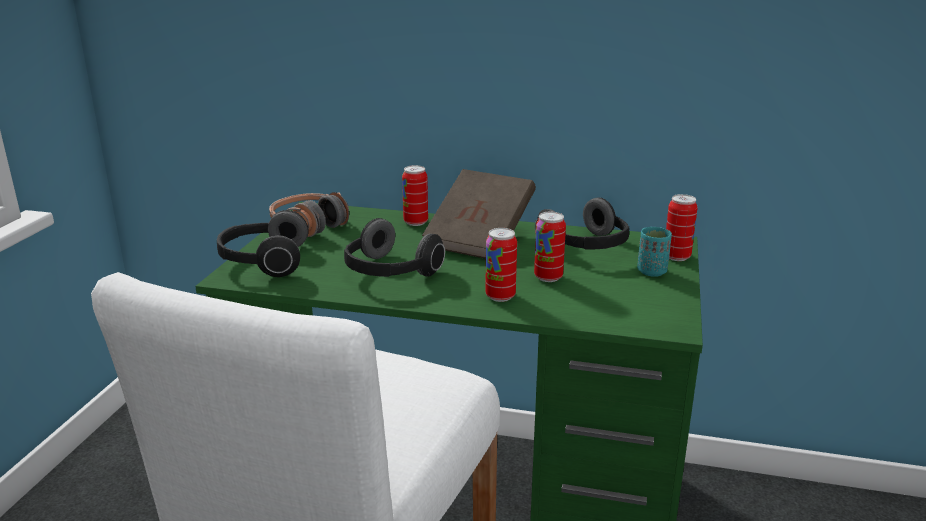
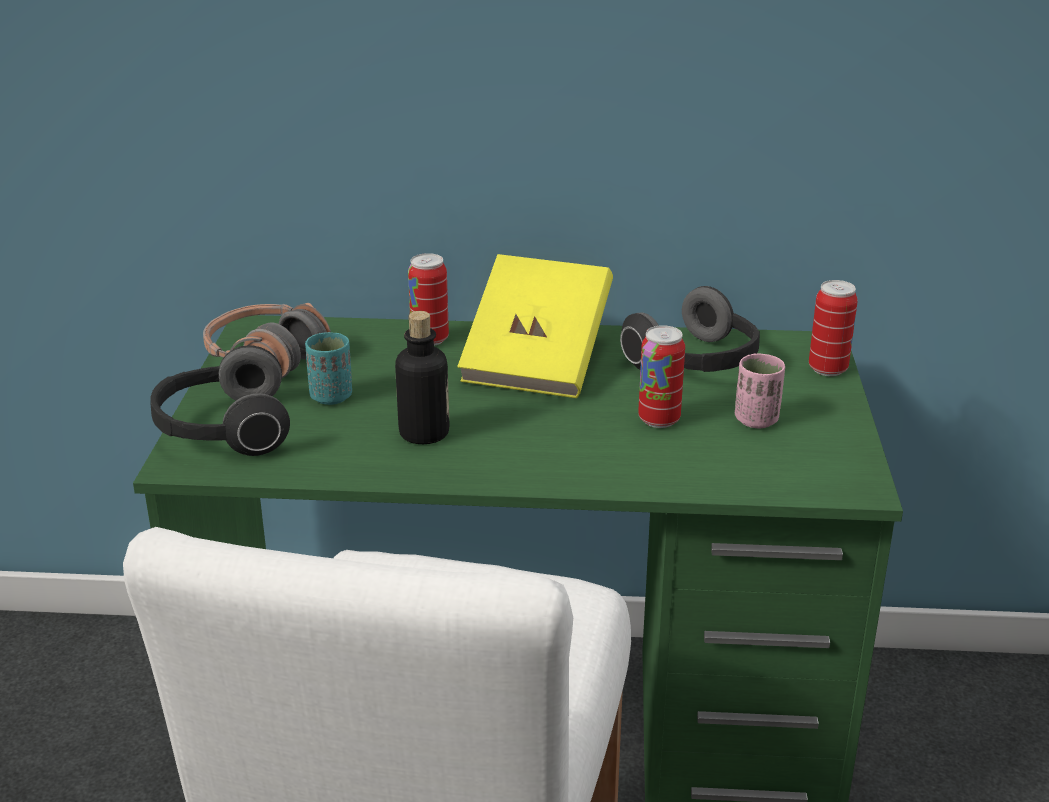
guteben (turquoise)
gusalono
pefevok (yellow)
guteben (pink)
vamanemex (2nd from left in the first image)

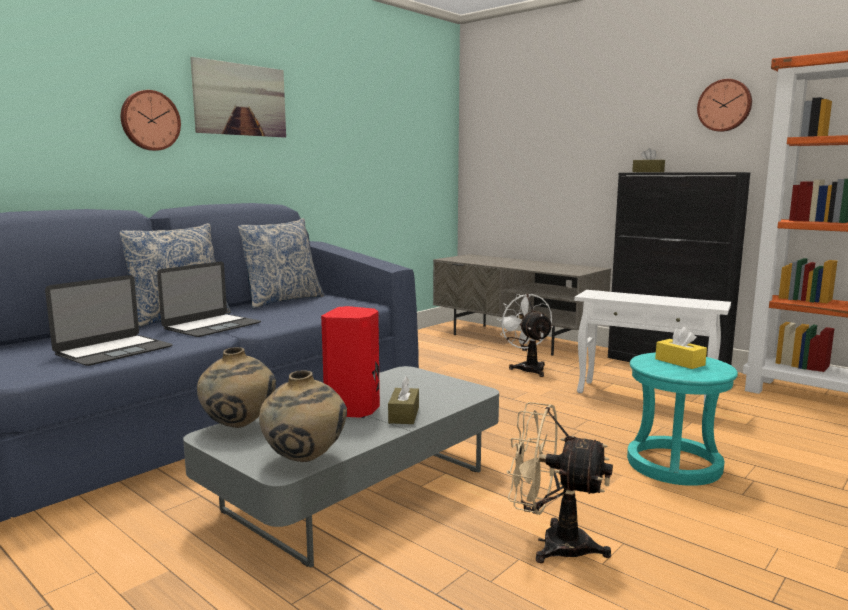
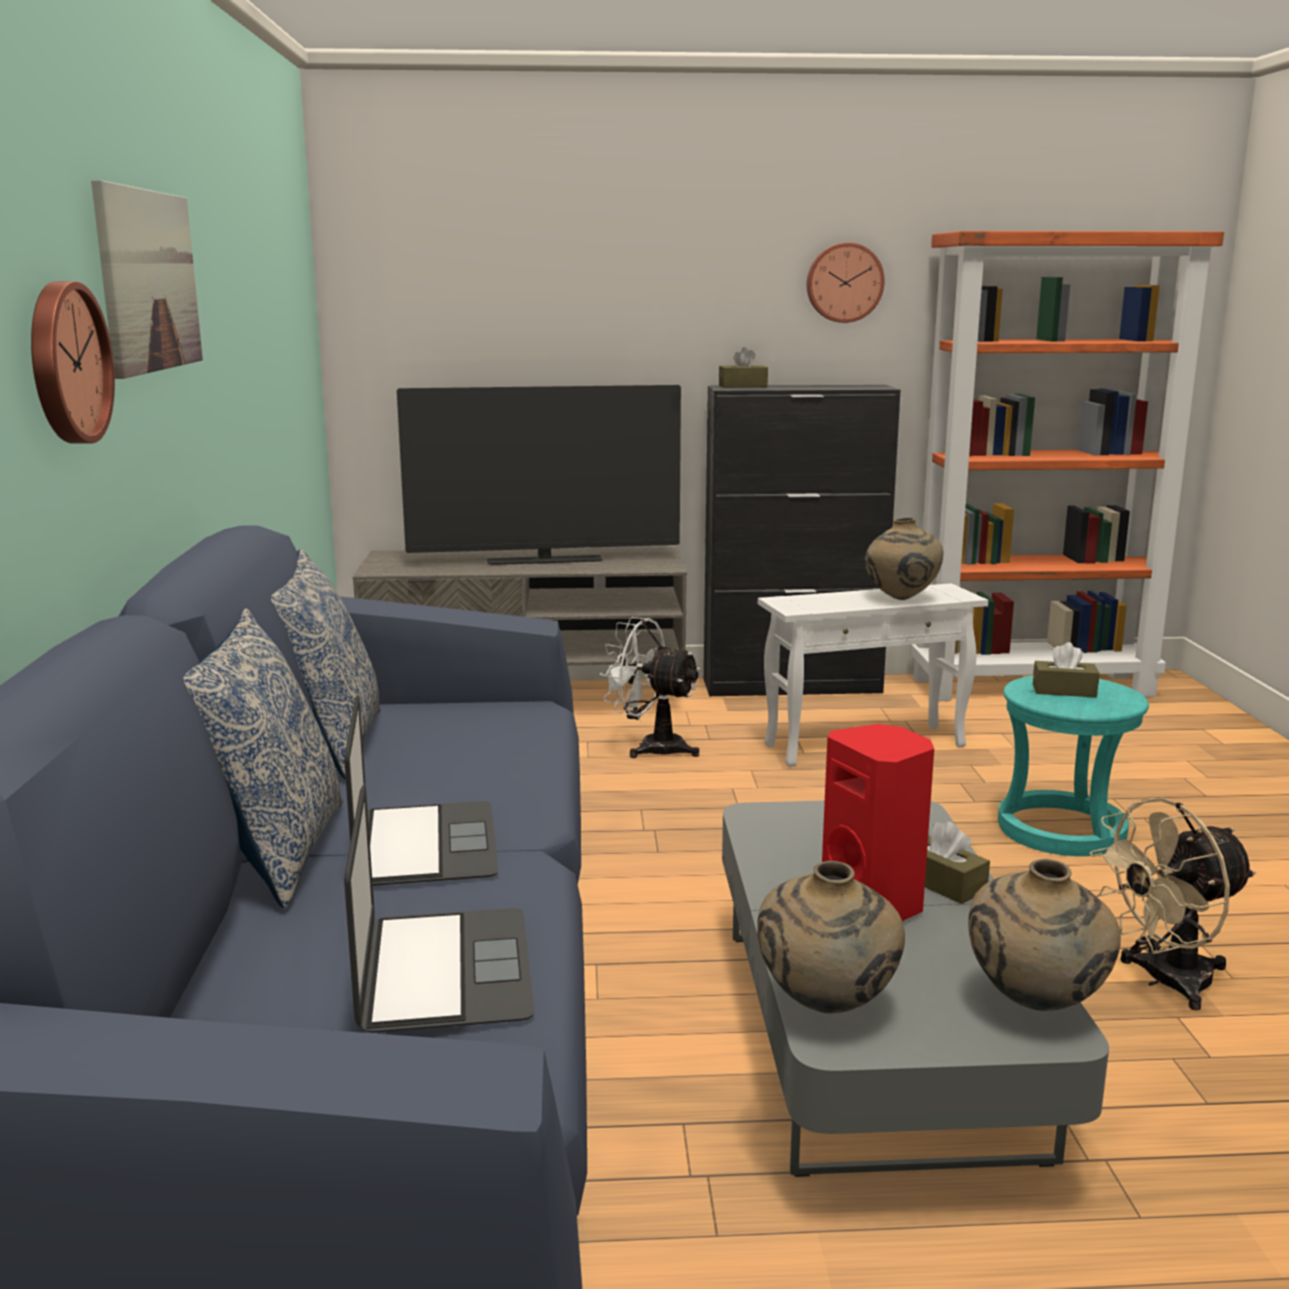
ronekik
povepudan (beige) (2nd from left)
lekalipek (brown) (3rd from left)

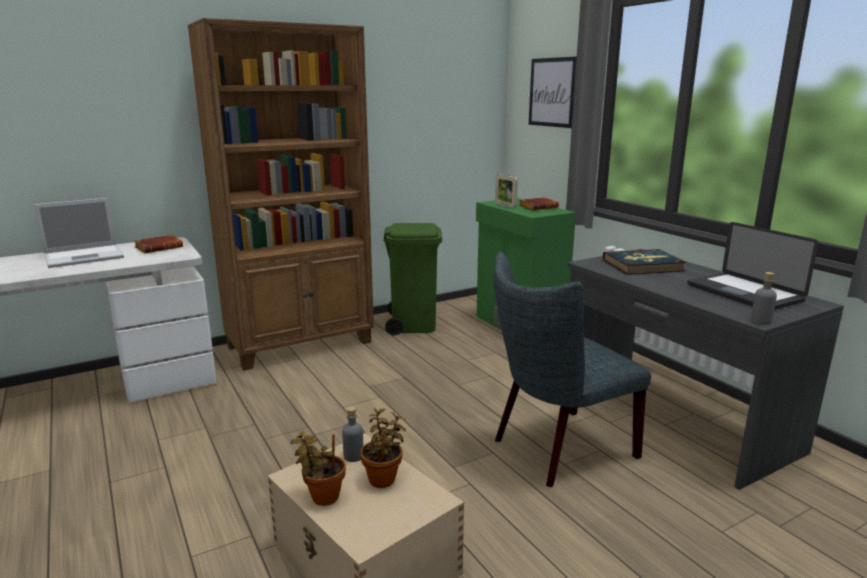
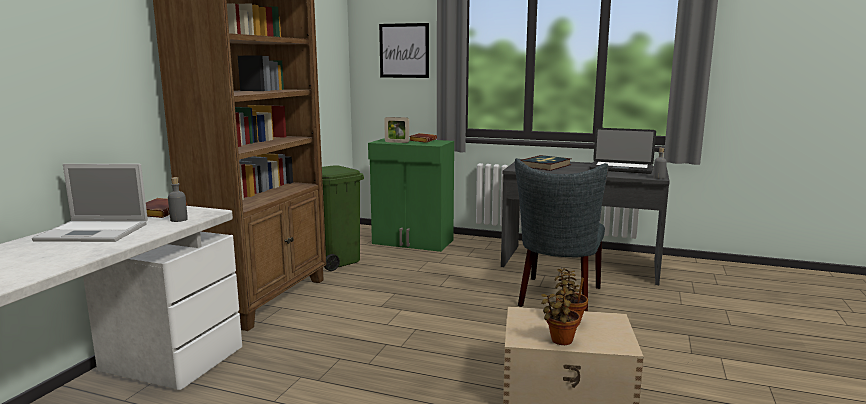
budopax (1st from left)
gusalono (grey) (1st from left)

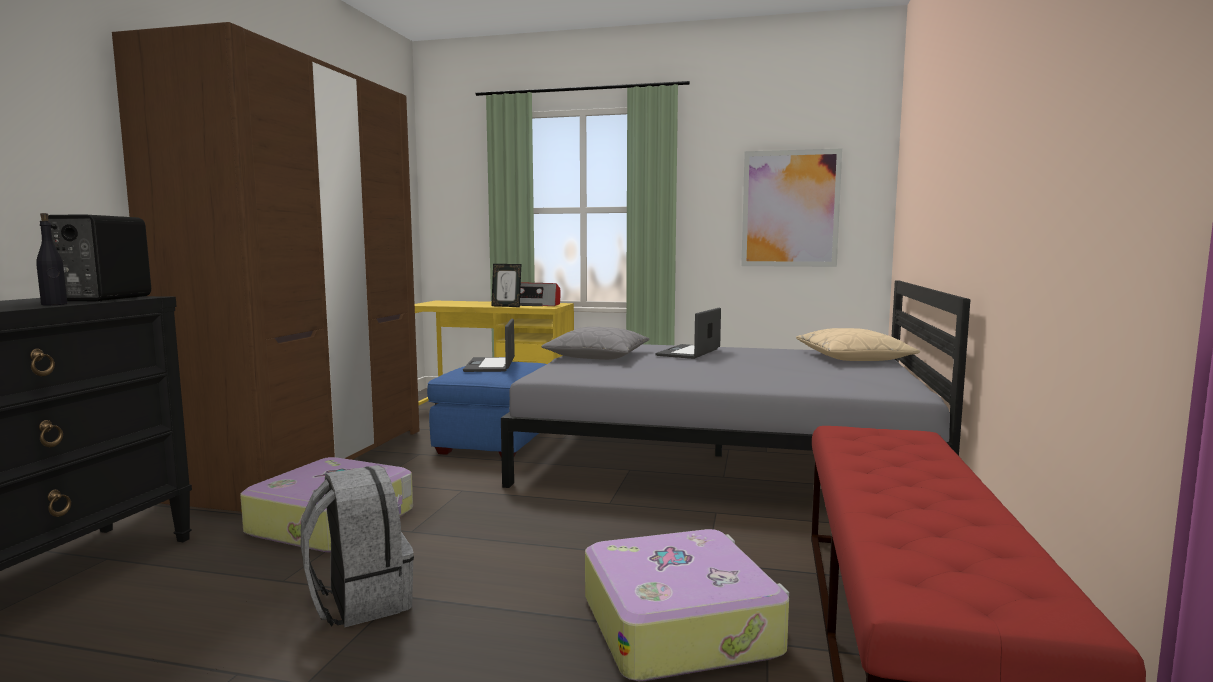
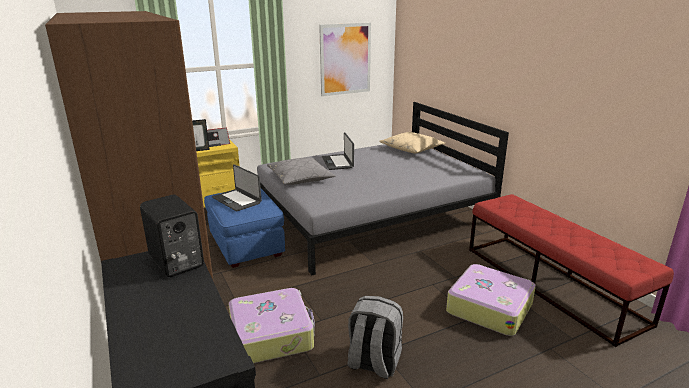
gusalono (black)

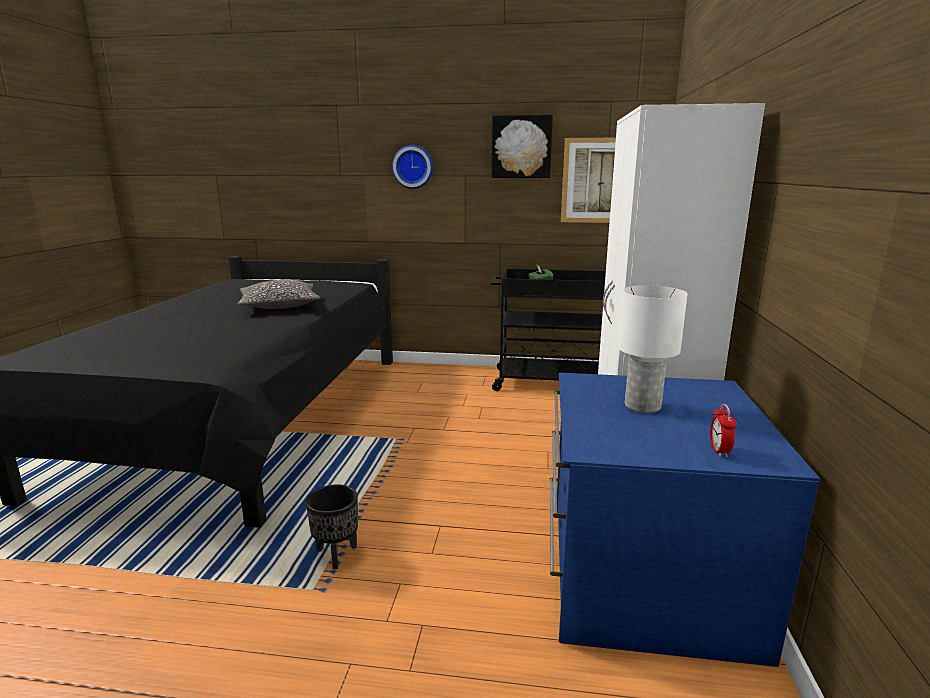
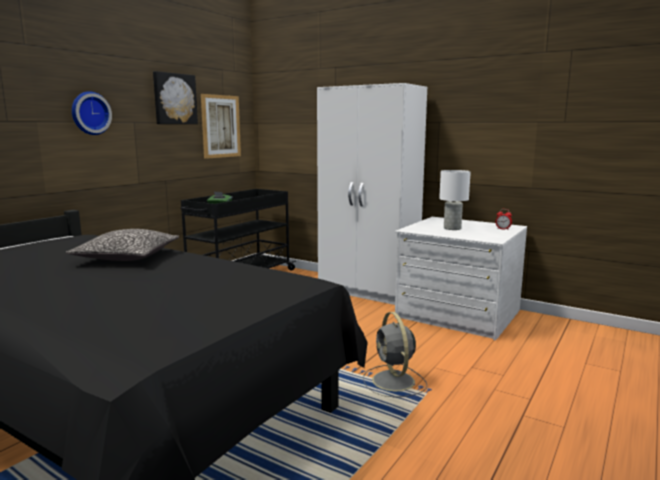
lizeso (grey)
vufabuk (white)

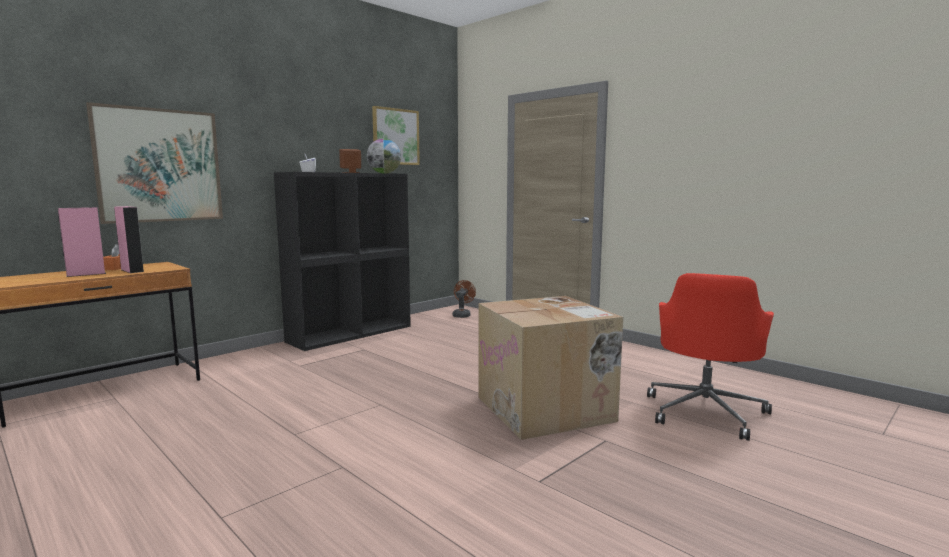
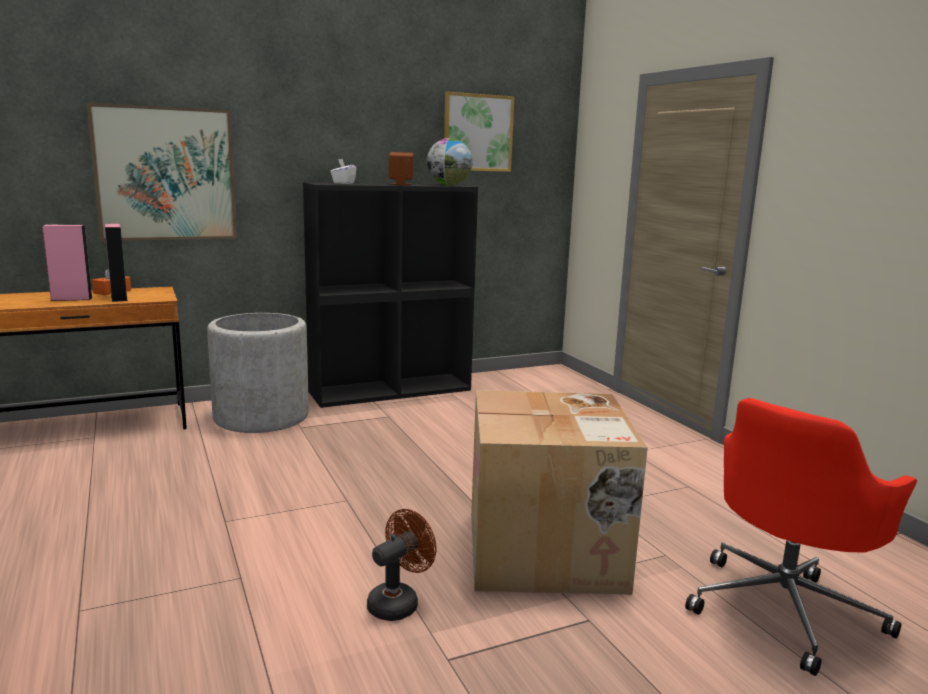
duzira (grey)
lizeso (brown)

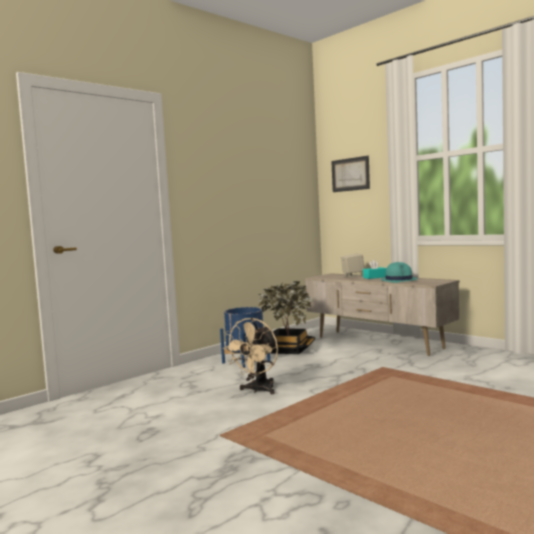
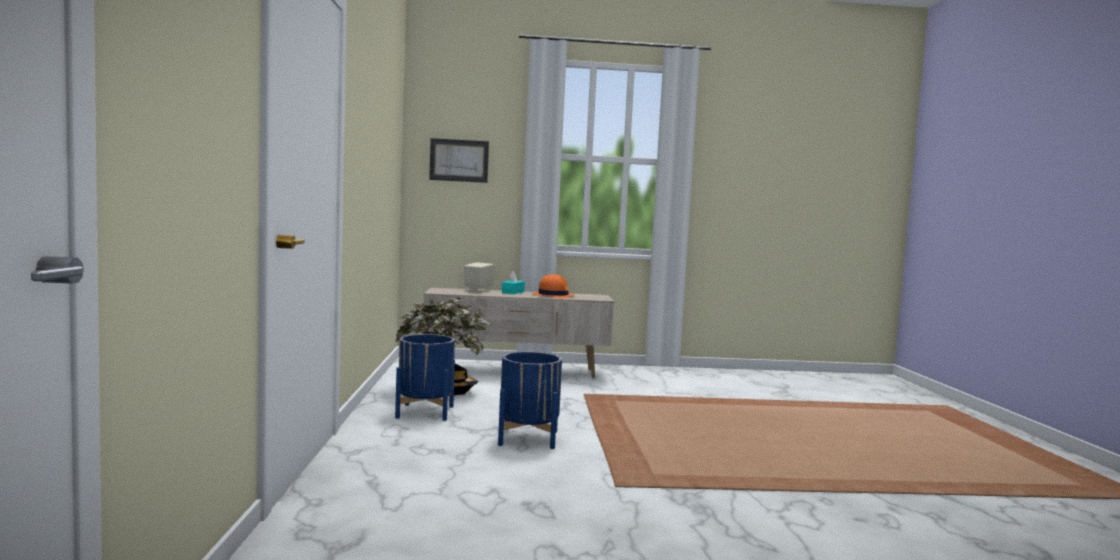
duzira (blue) (2nd from left)
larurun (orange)

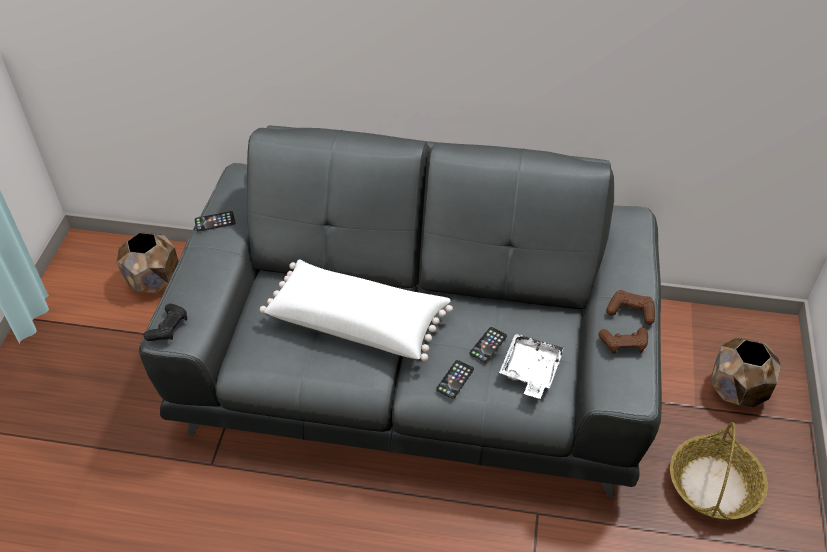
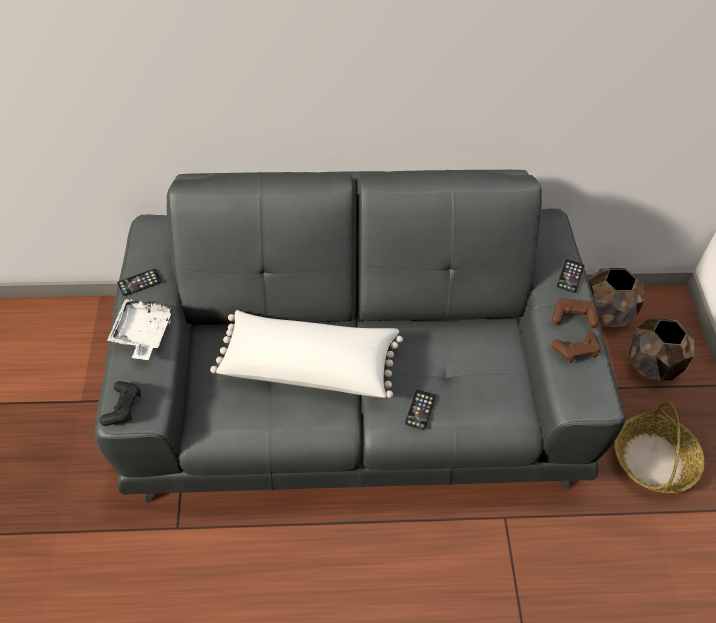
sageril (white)
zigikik (3rd from left)
duzira (brown) (1st from left)

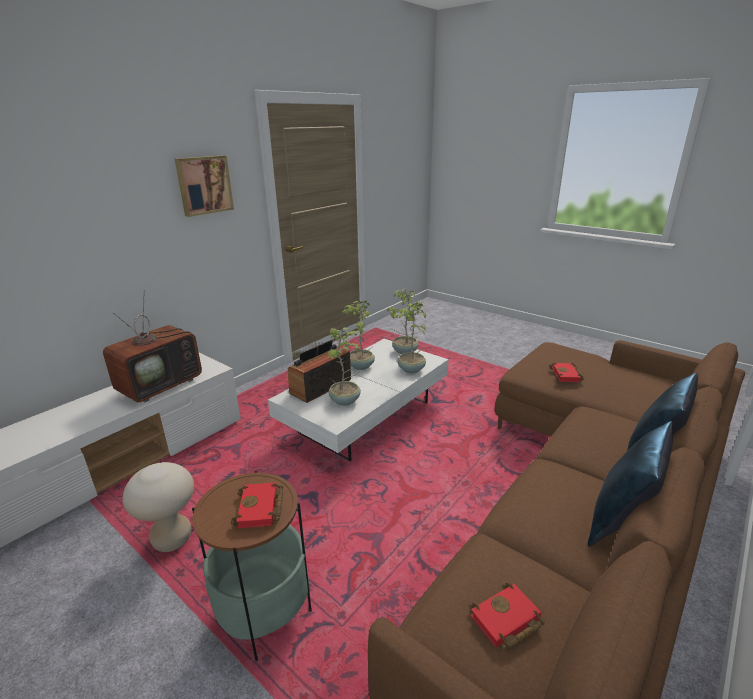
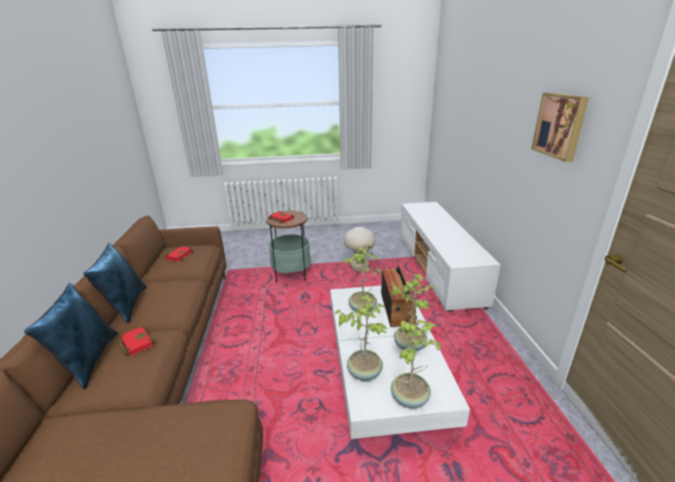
pefevok (red) (1st from left)
ronekik

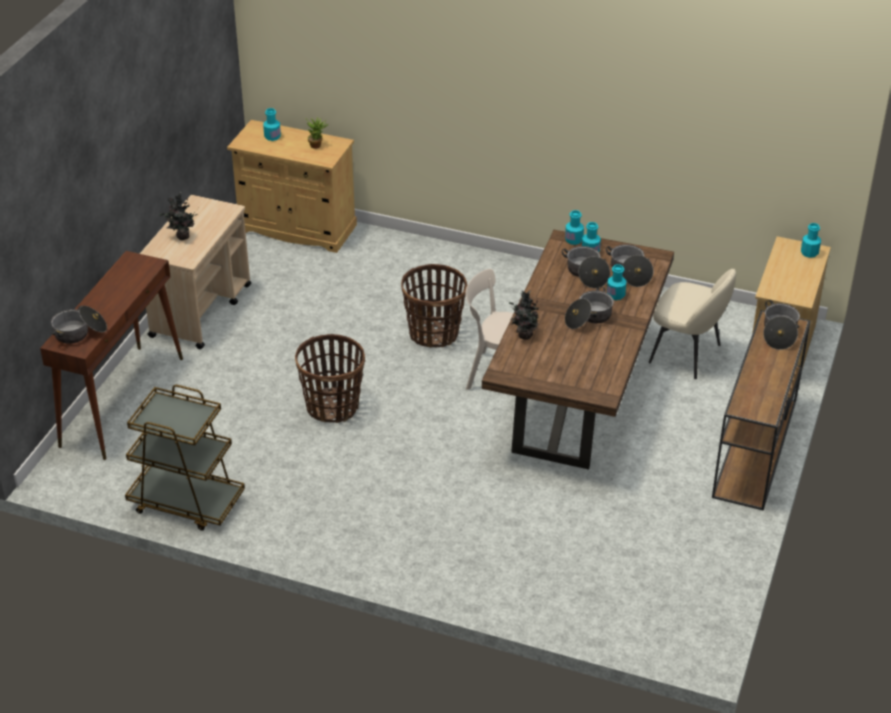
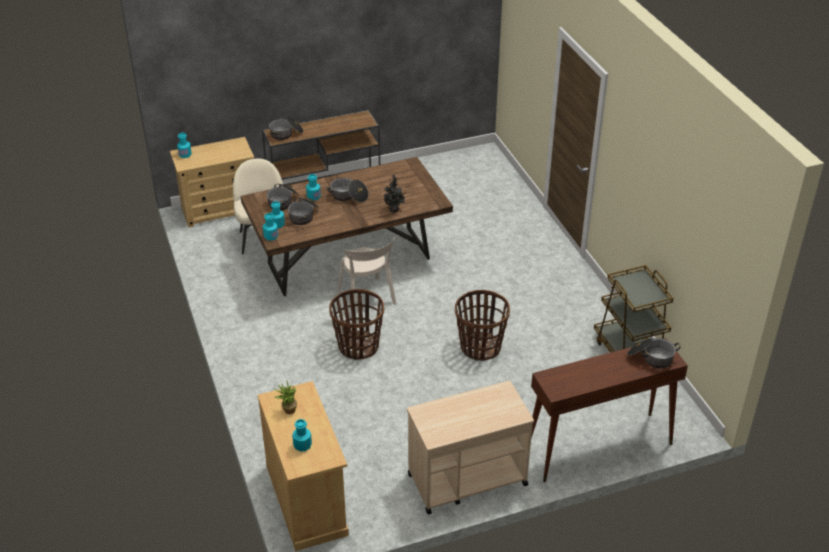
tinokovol (1st from left in the first image)

